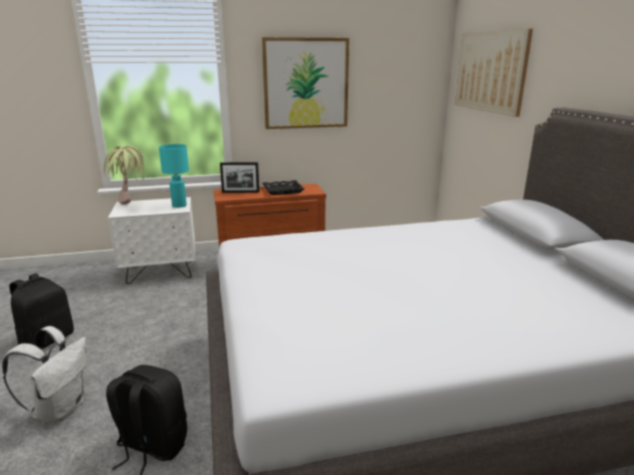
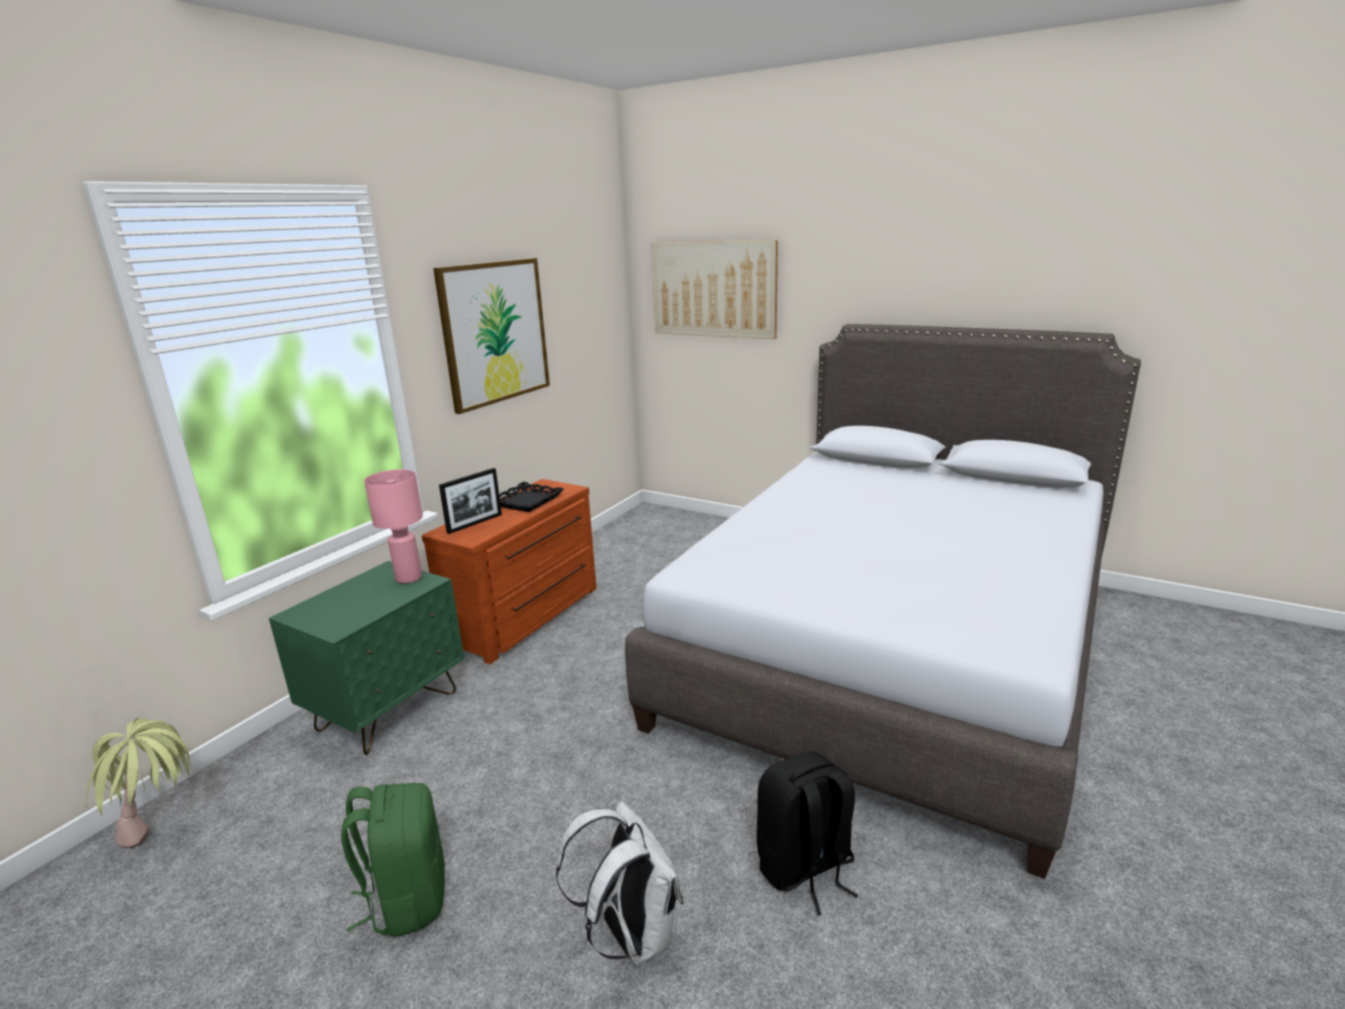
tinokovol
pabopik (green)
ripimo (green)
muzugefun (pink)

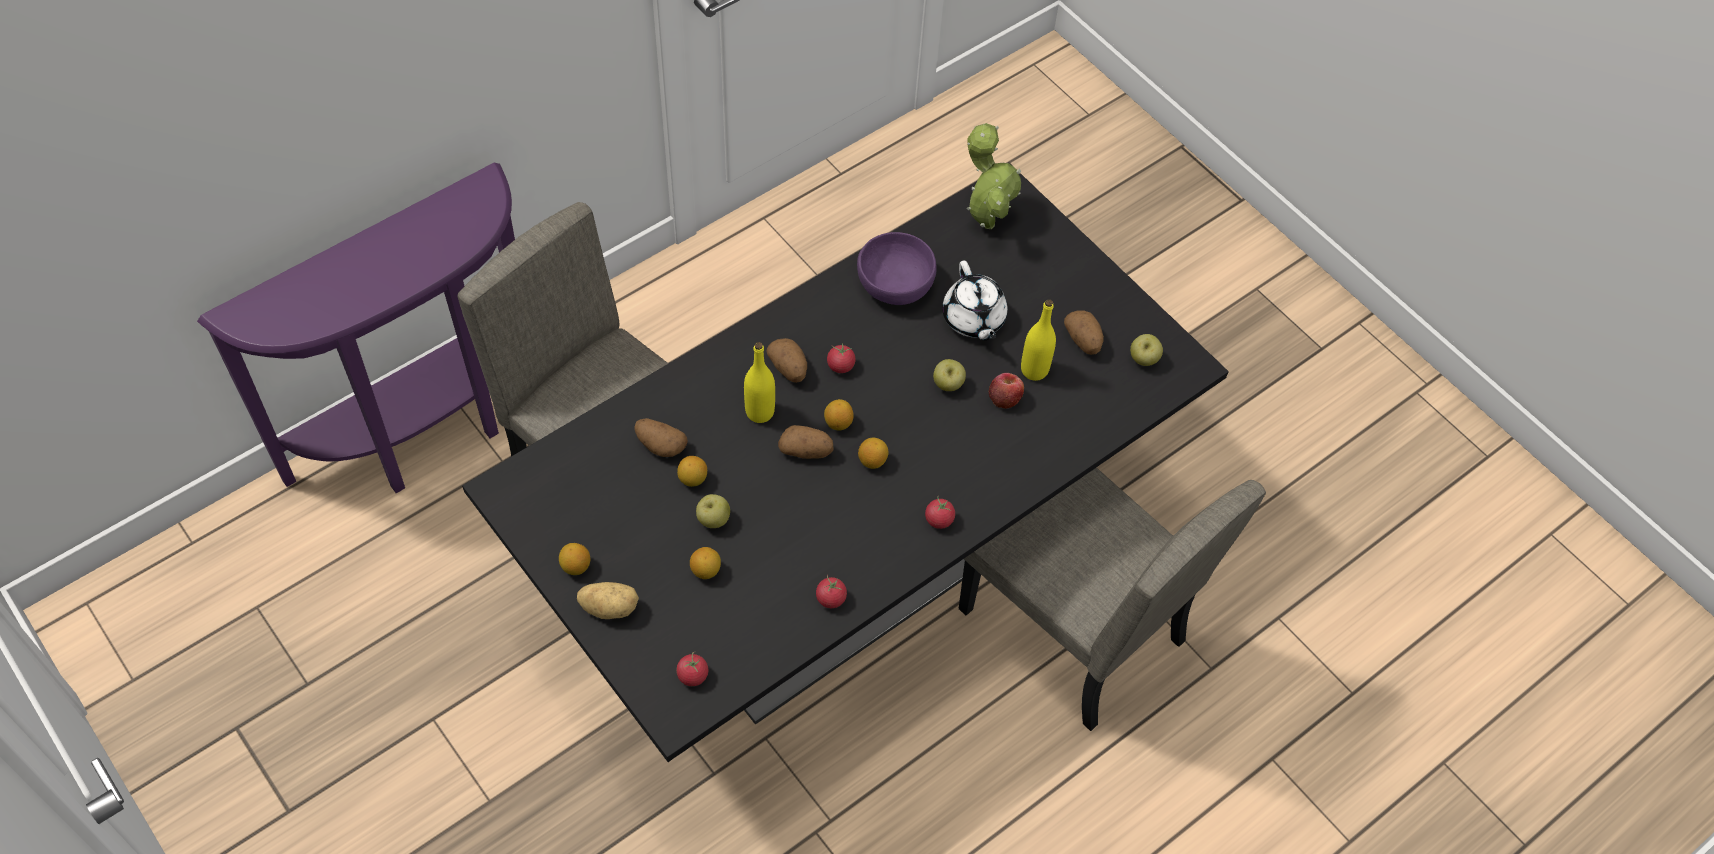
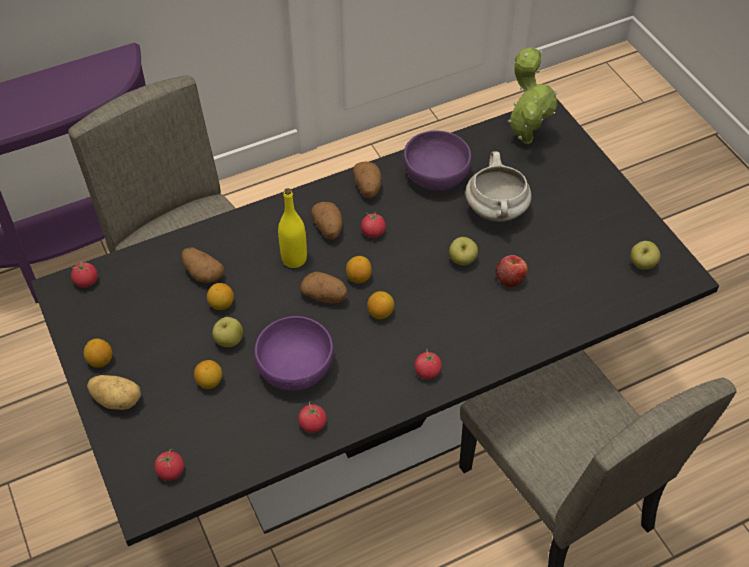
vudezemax (1st from left)
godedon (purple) (1st from left)
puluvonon (5th from left)
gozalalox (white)
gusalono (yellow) (2nd from left in the first image)

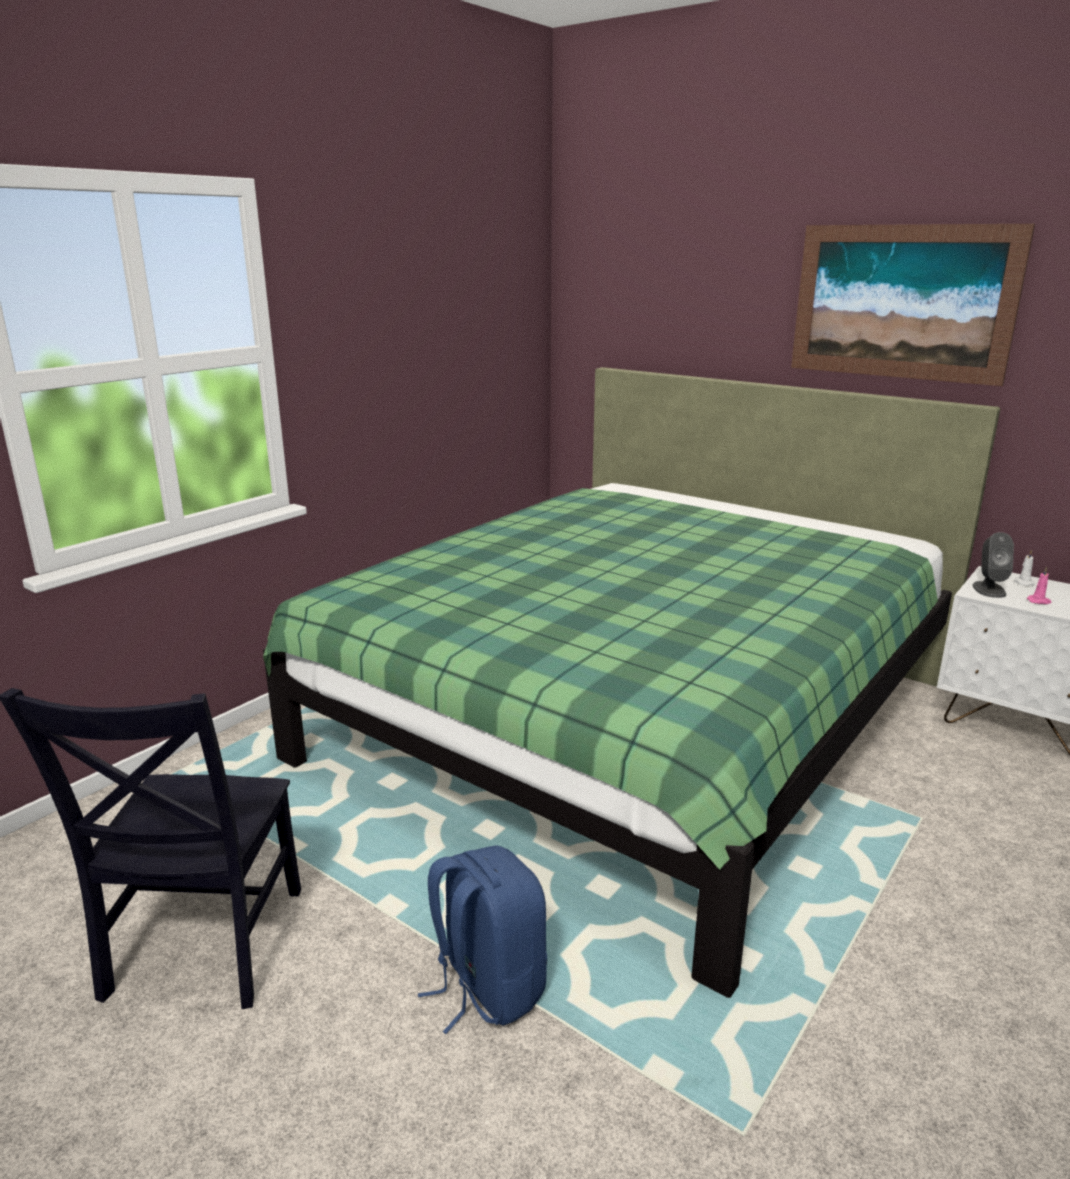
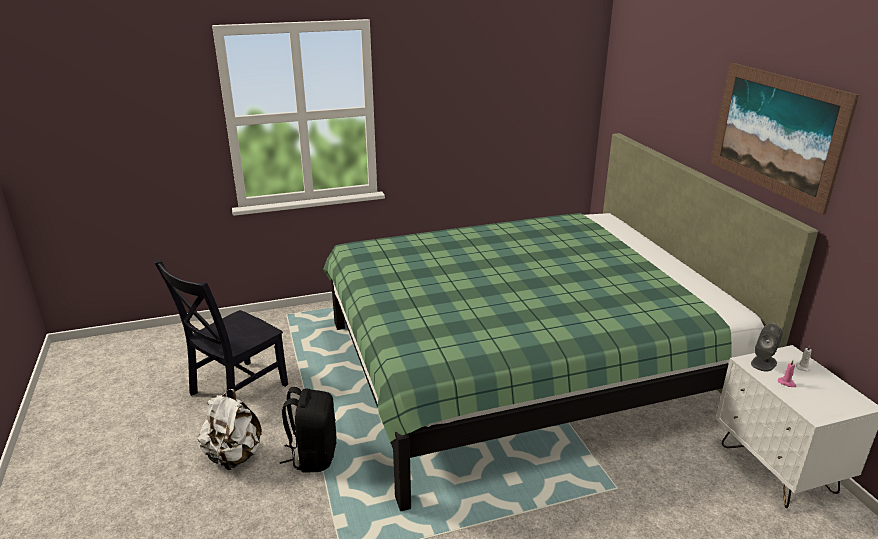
ripimo (white)
ripimo (black)

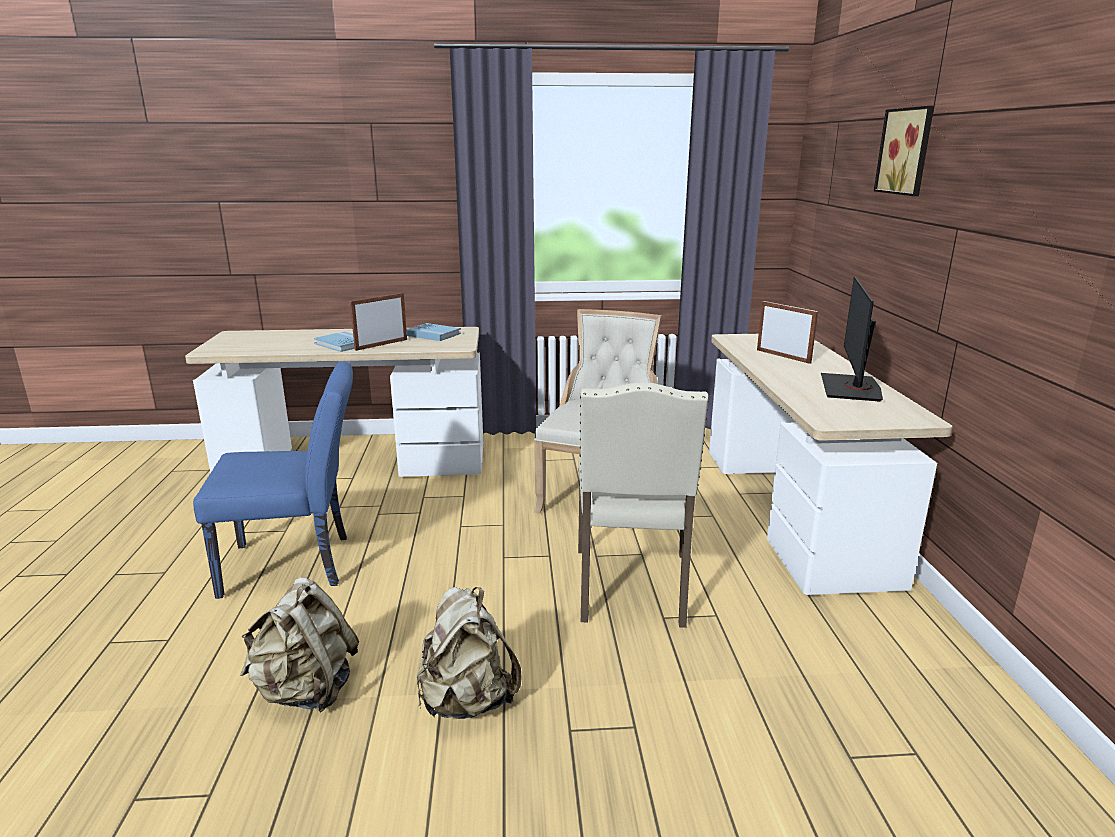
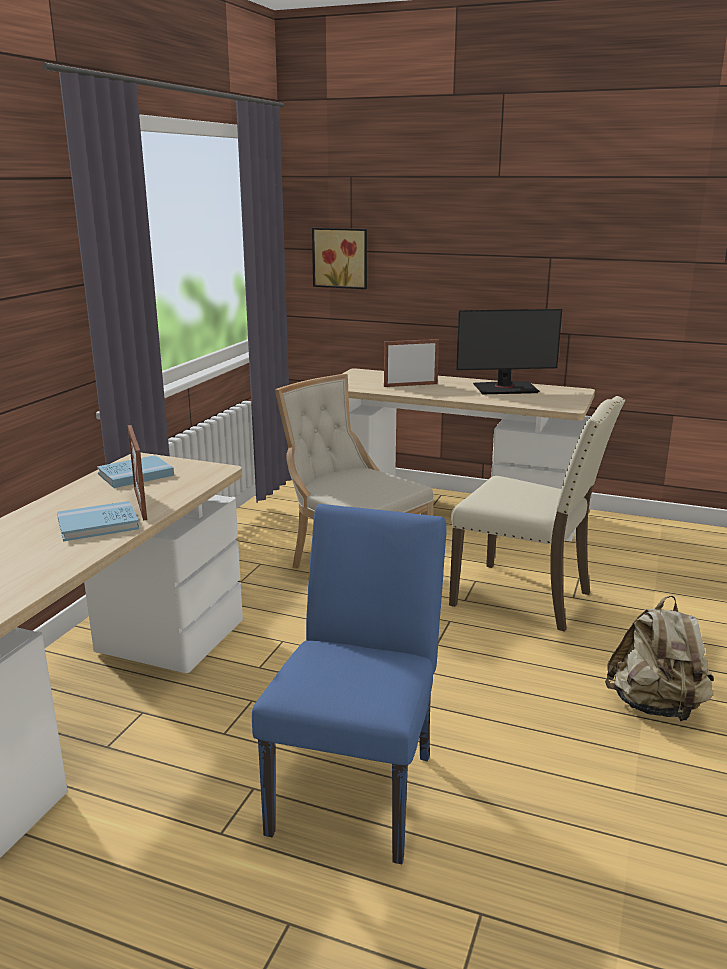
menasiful
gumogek
ripimo (beige) (1st from left in the first image)

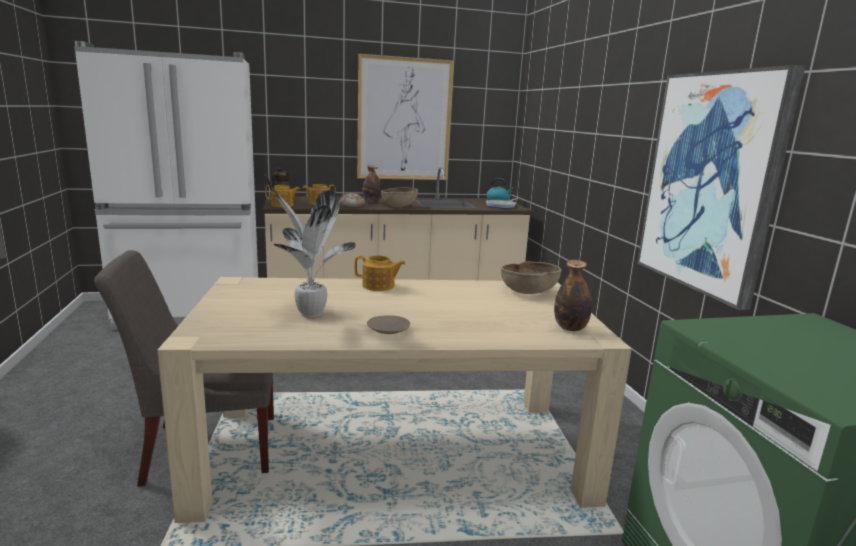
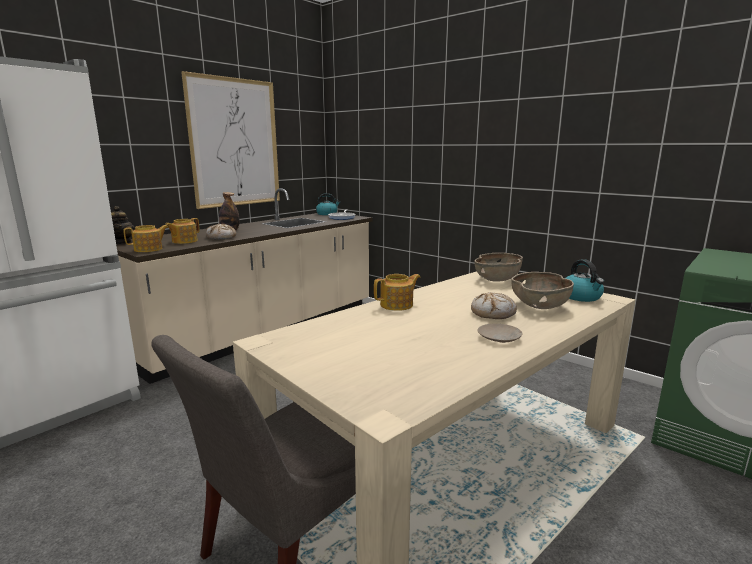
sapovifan (2nd from left)
godedon (brown) (2nd from left)
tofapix (2nd from left)
tinokovol
menasiful (2nd from left in the first image)

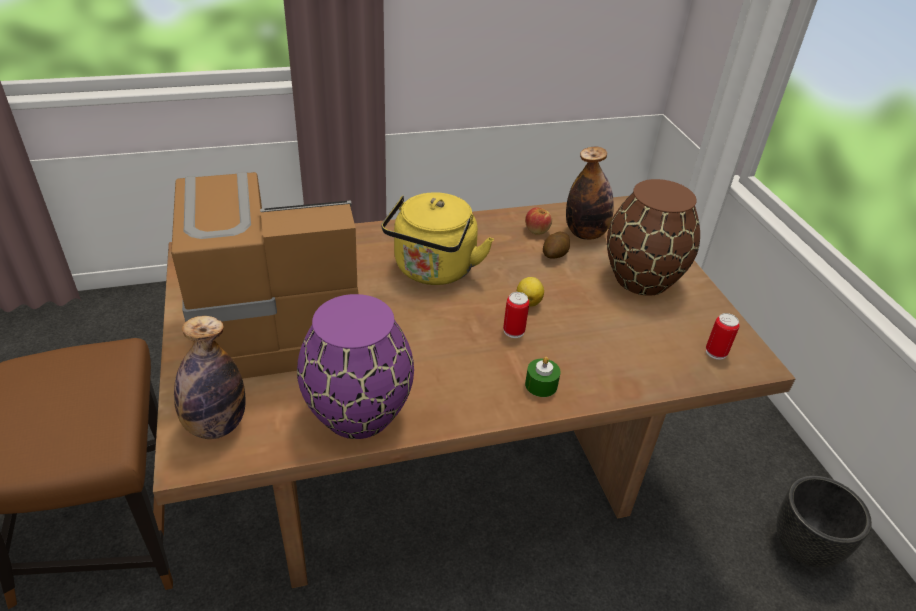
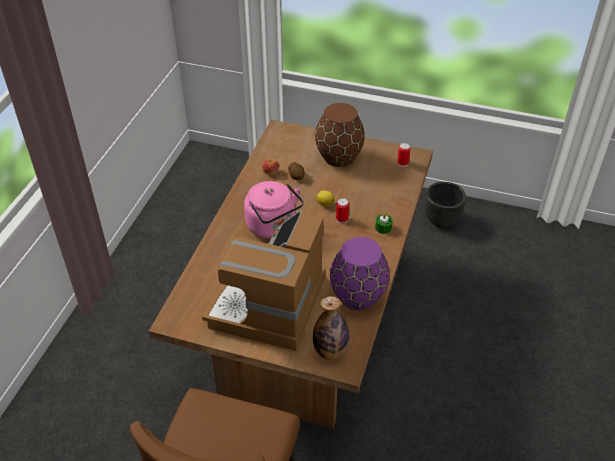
tofapix (pink)
gusalono (2nd from left in the first image)

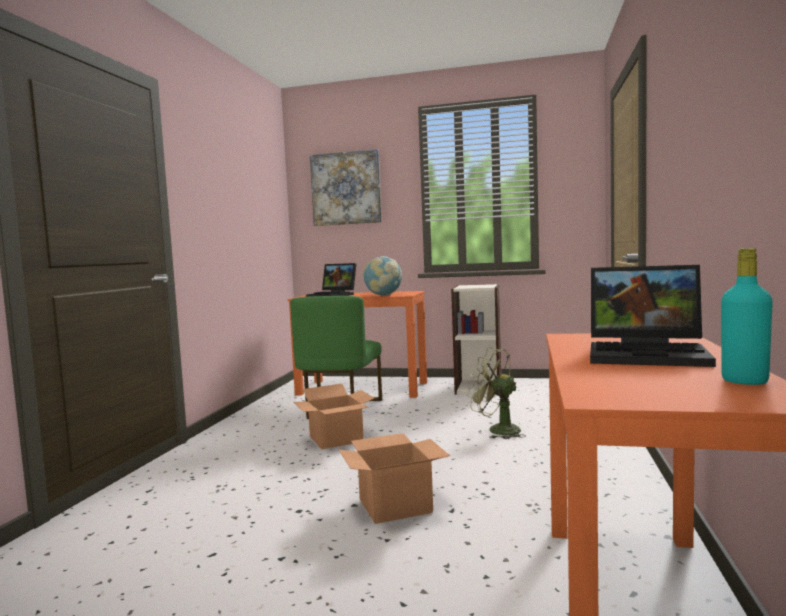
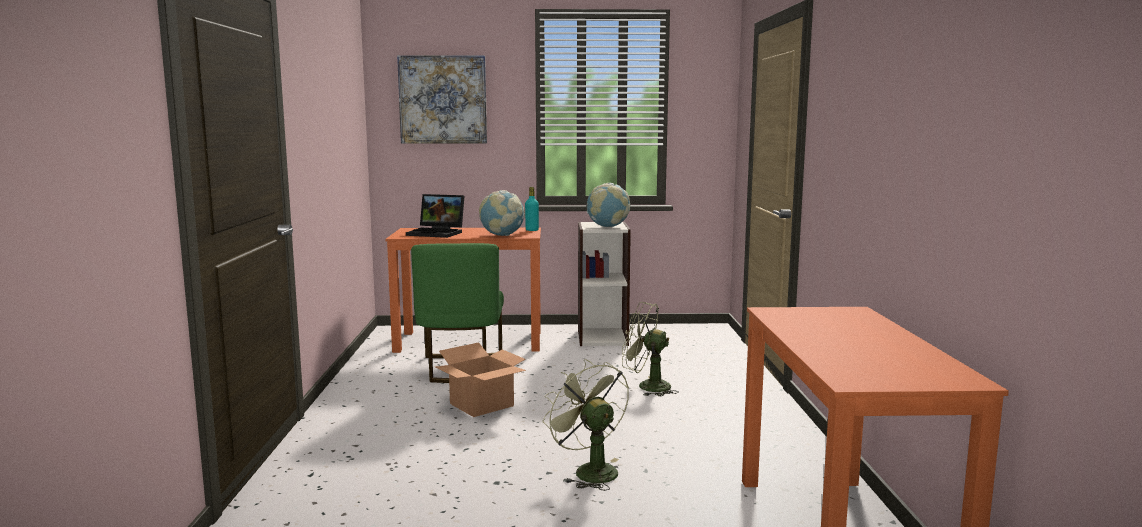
gusalono (turquoise)
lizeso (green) (1st from left)
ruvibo (2nd from left)
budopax (2nd from left in the first image)

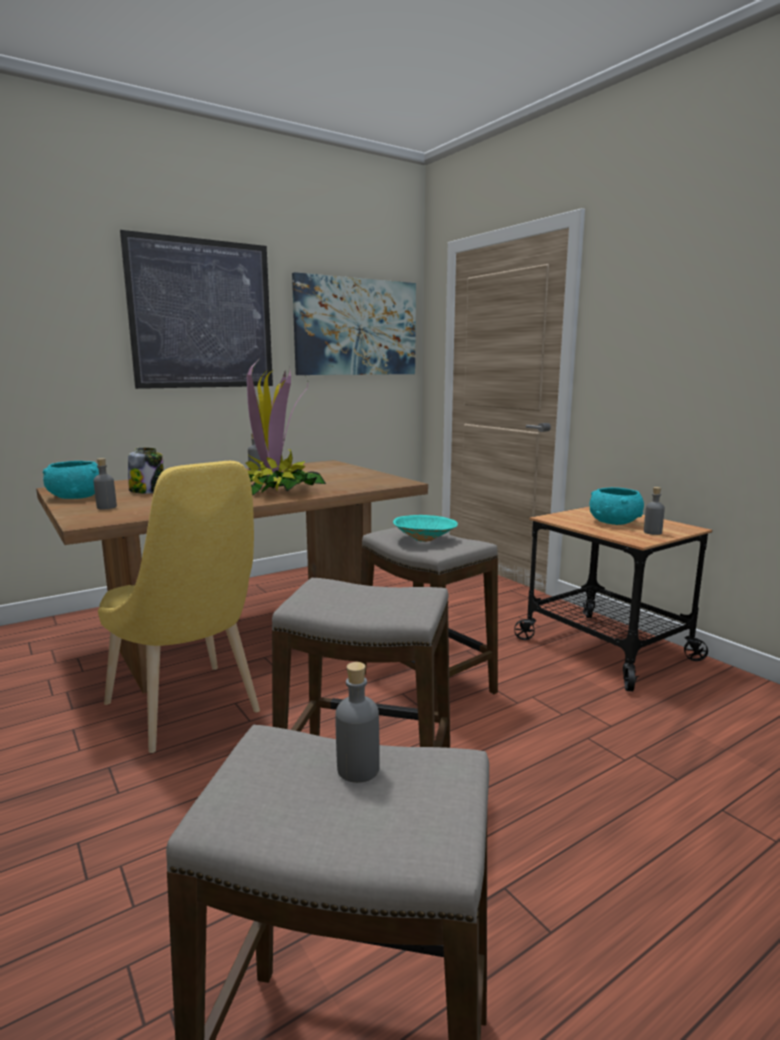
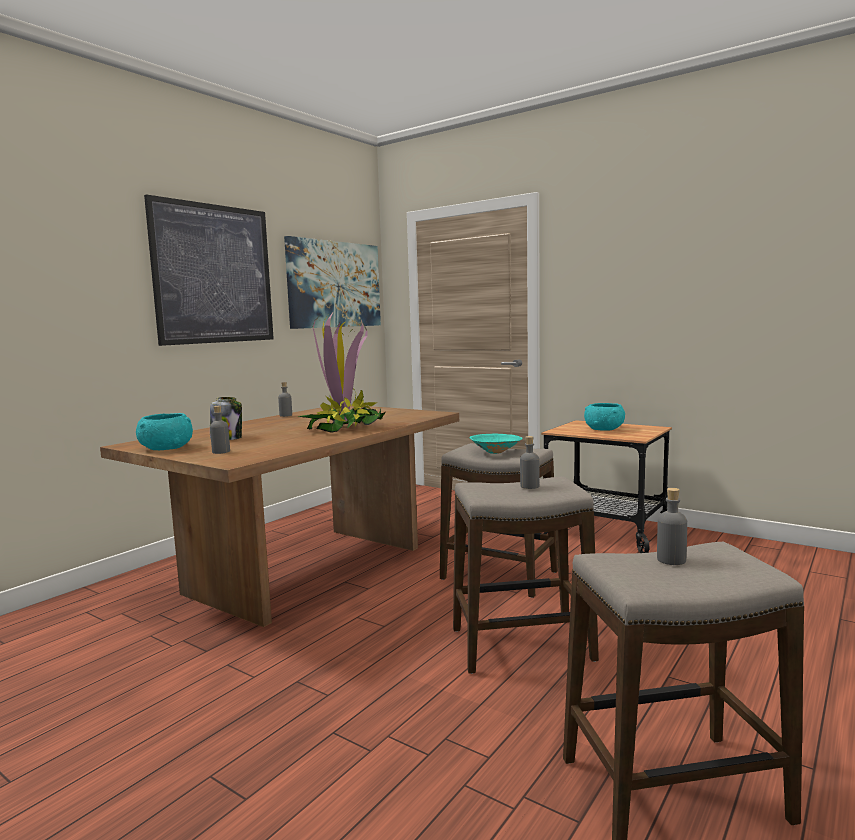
gusalono (grey) (3rd from left)
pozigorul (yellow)

